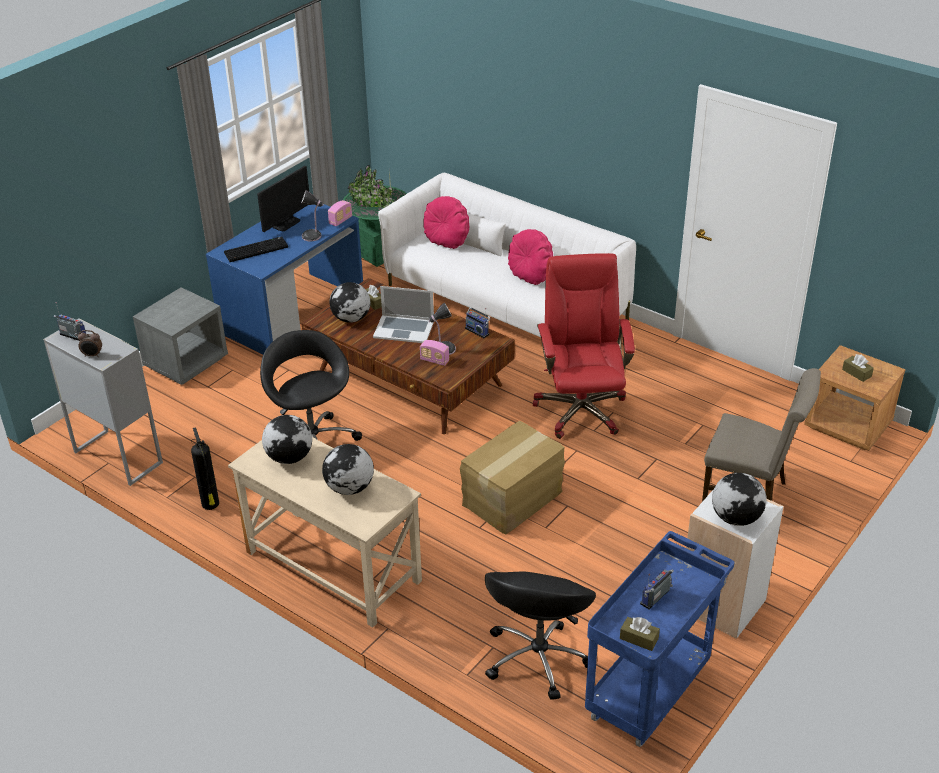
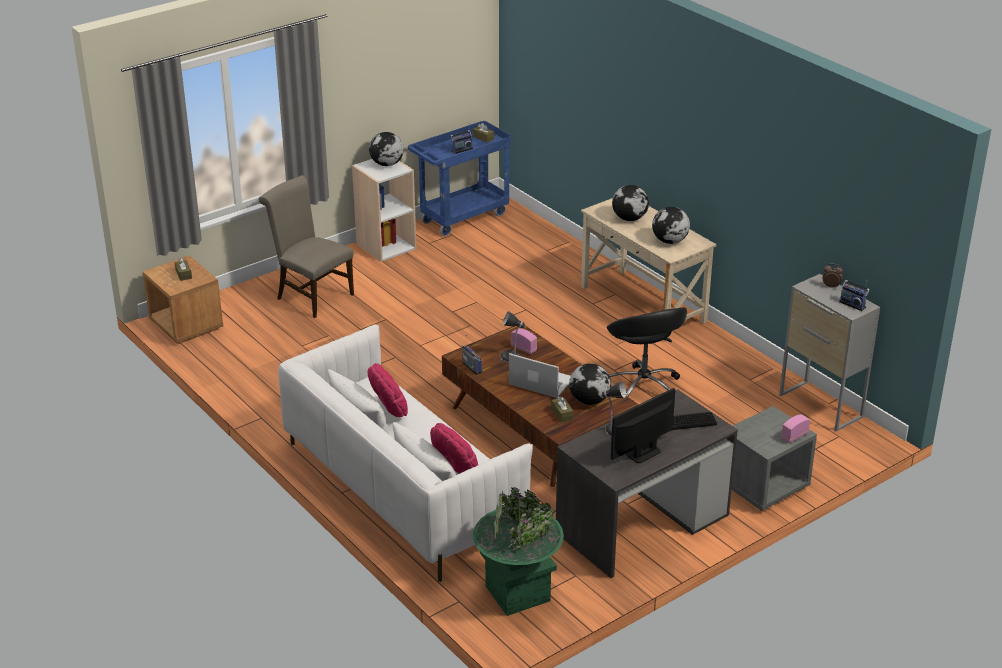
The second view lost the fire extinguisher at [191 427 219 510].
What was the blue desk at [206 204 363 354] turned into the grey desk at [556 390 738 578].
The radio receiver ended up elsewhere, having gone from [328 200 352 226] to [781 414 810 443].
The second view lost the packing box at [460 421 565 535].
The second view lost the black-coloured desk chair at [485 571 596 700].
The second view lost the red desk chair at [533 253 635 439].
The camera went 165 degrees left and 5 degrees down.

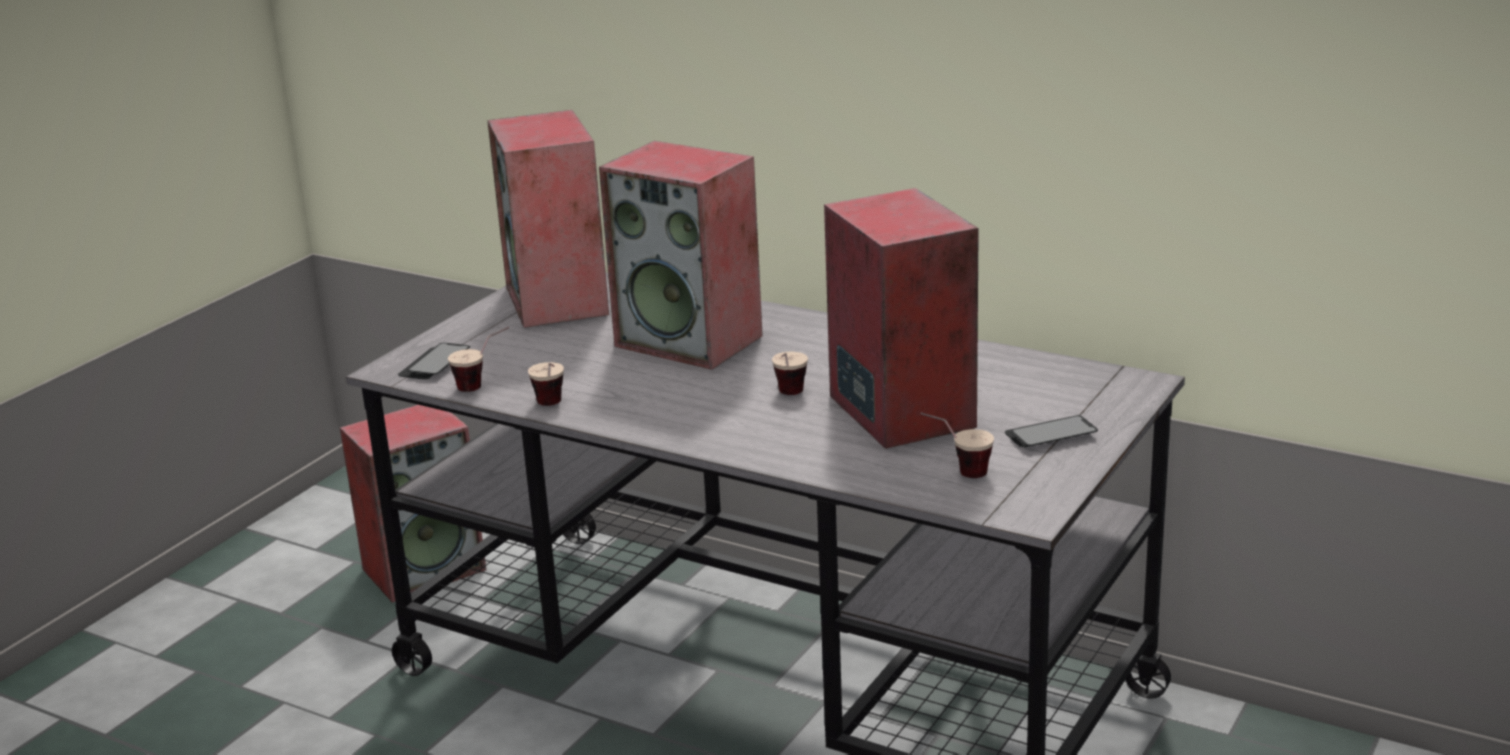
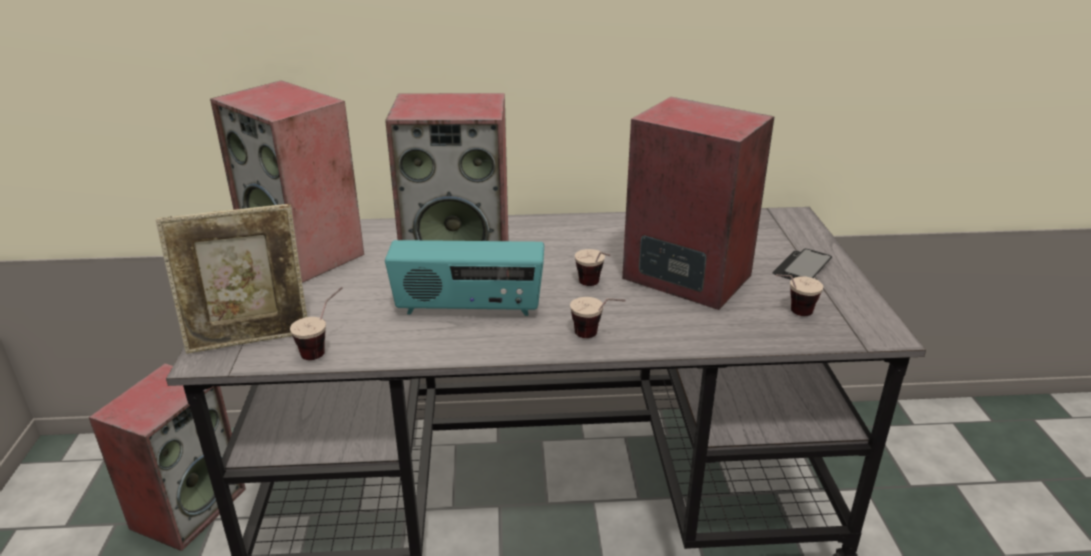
Where the telephone stood at [398 343 470 379], the standing frame came to stand at [156 204 307 354].
The cup ended up elsewhere, having gone from [528 362 564 406] to [570 297 626 338].
The second view gained the radio receiver at [385 240 544 316].
The camera went 35 degrees left and 5 degrees up.

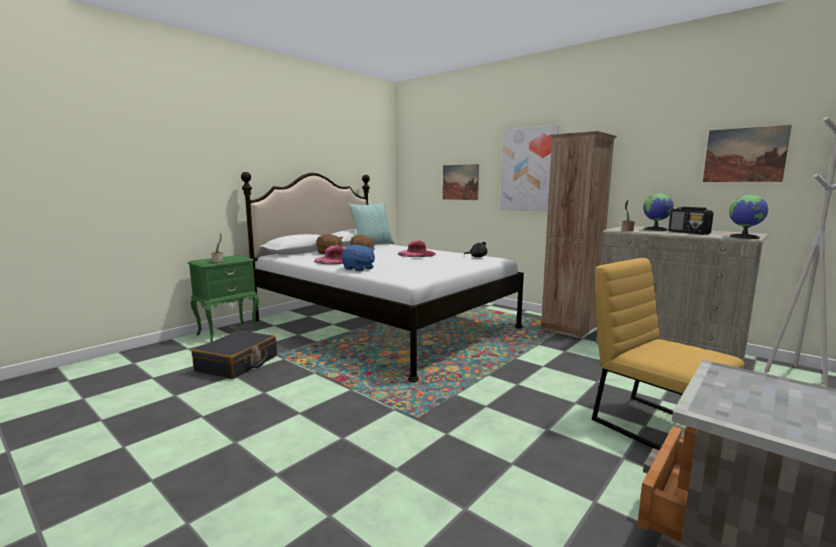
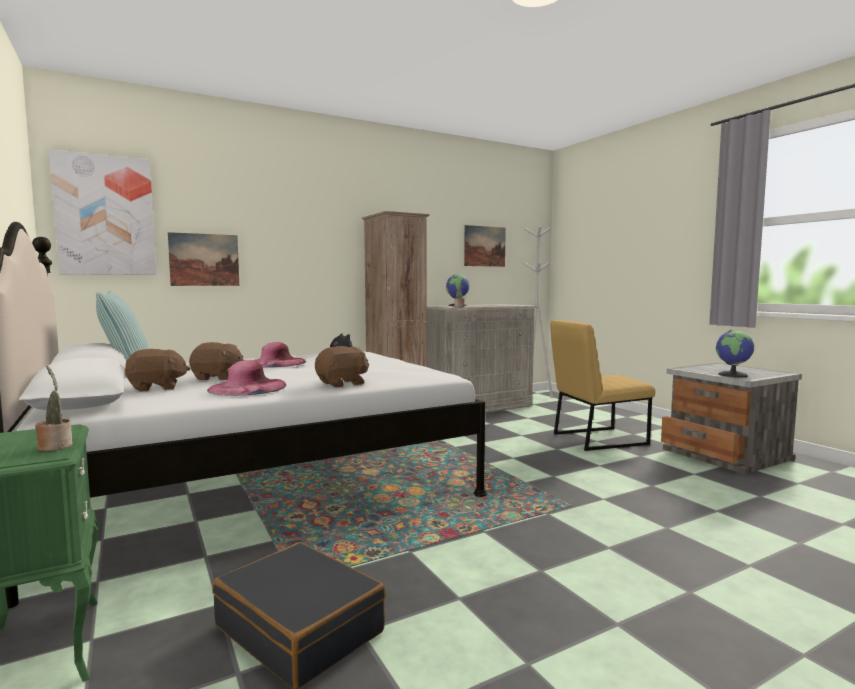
What was the blue cuddly toy at [341 245 375 271] turned into the brown-coloured cuddly toy at [315 346 369 387].
The picture ended up elsewhere, having gone from [500 125 559 212] to [49 149 156 275].
The second view lost the radio receiver at [669 207 714 235].
The globe ended up elsewhere, having gone from [729 194 768 239] to [716 330 755 377].
The camera went 70 degrees left and 5 degrees down.

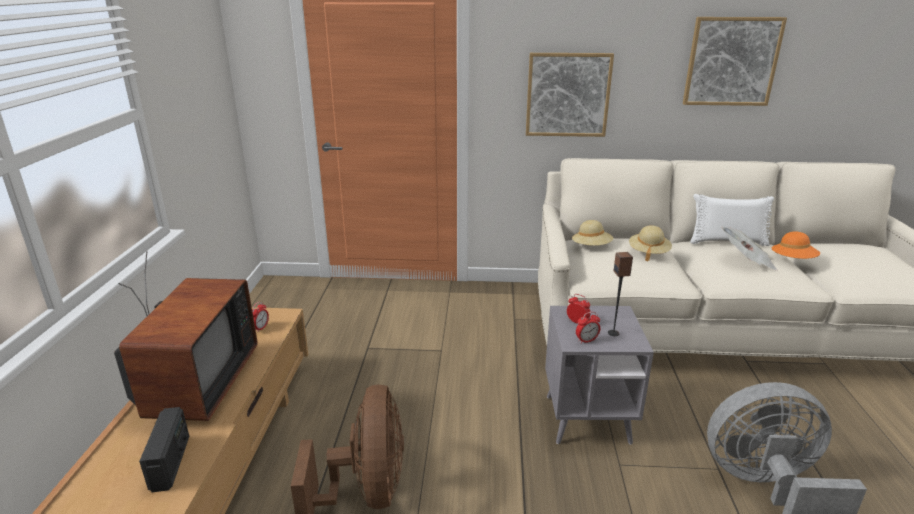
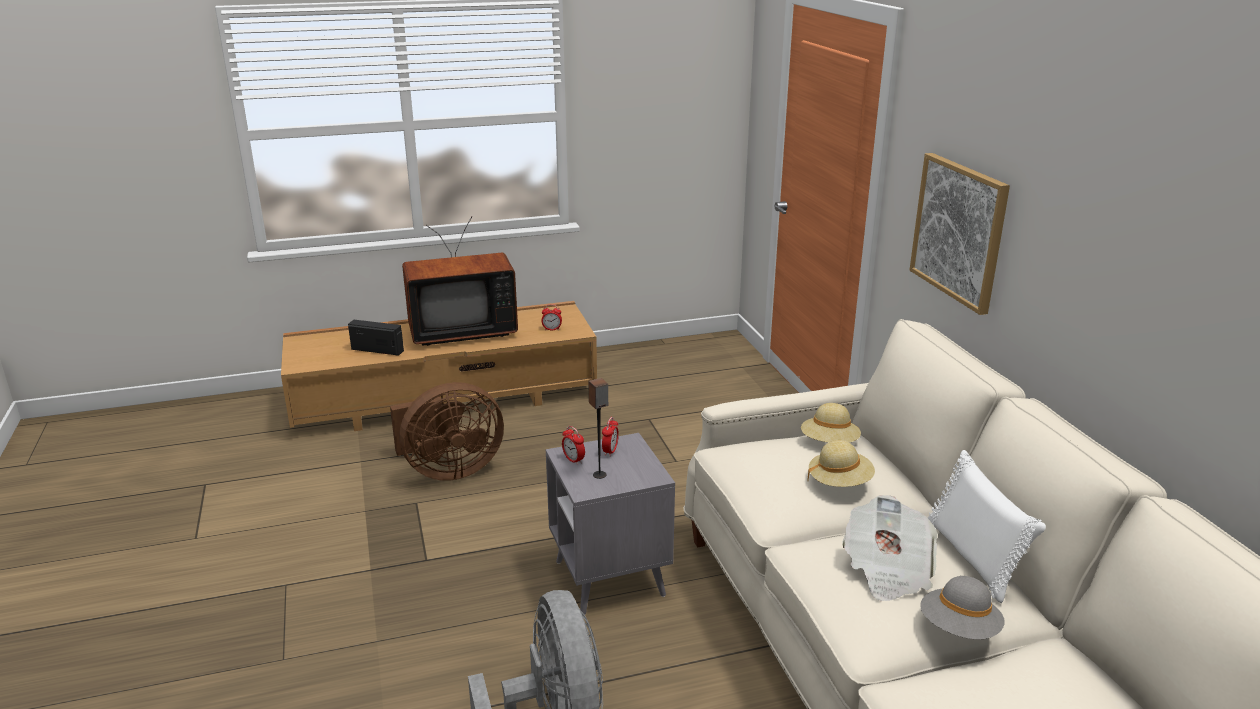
The radio receiver at [139 407 189 492] ended up facing another way, 135 degrees counterclockwise from before.
The second view lost the picture at [683 17 787 106].
What was the orange hat at [772 232 820 259] turned into the grey hat at [920 576 1005 640].
The camera went 70 degrees right and 0 degrees up.

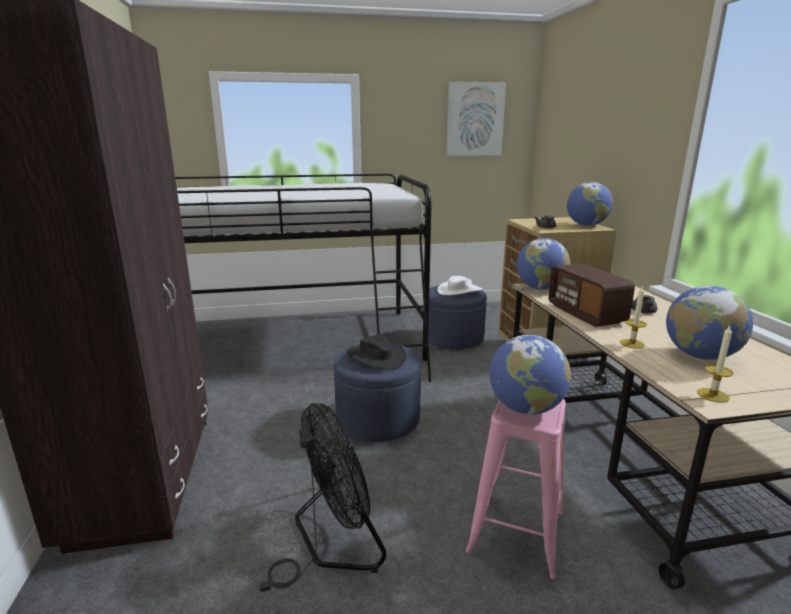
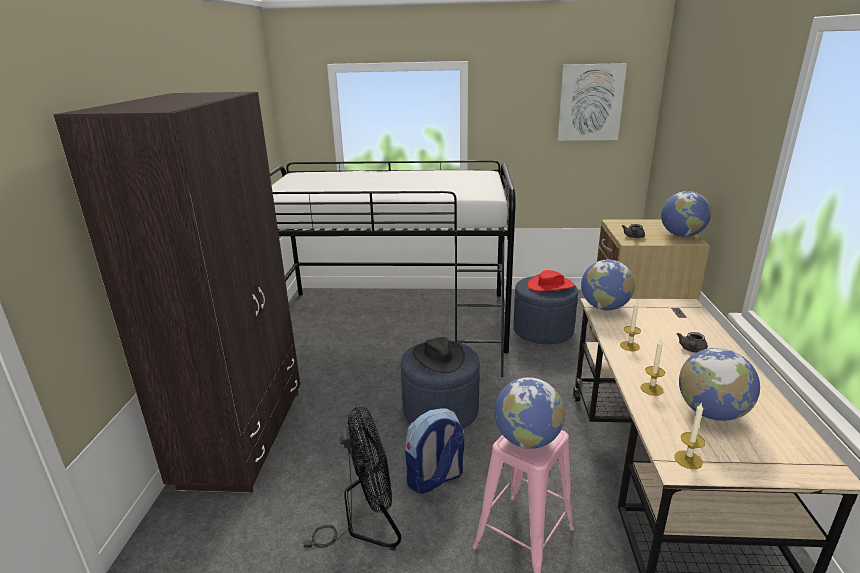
What was the whitish hat at [437 276 482 295] turned into the red hat at [528 270 575 291].
Where the radio receiver stood at [548 264 635 327], the wax light came to stand at [620 301 641 351].
The second view gained the rucksack at [405 408 464 494].
The camera went 15 degrees right and 5 degrees up.

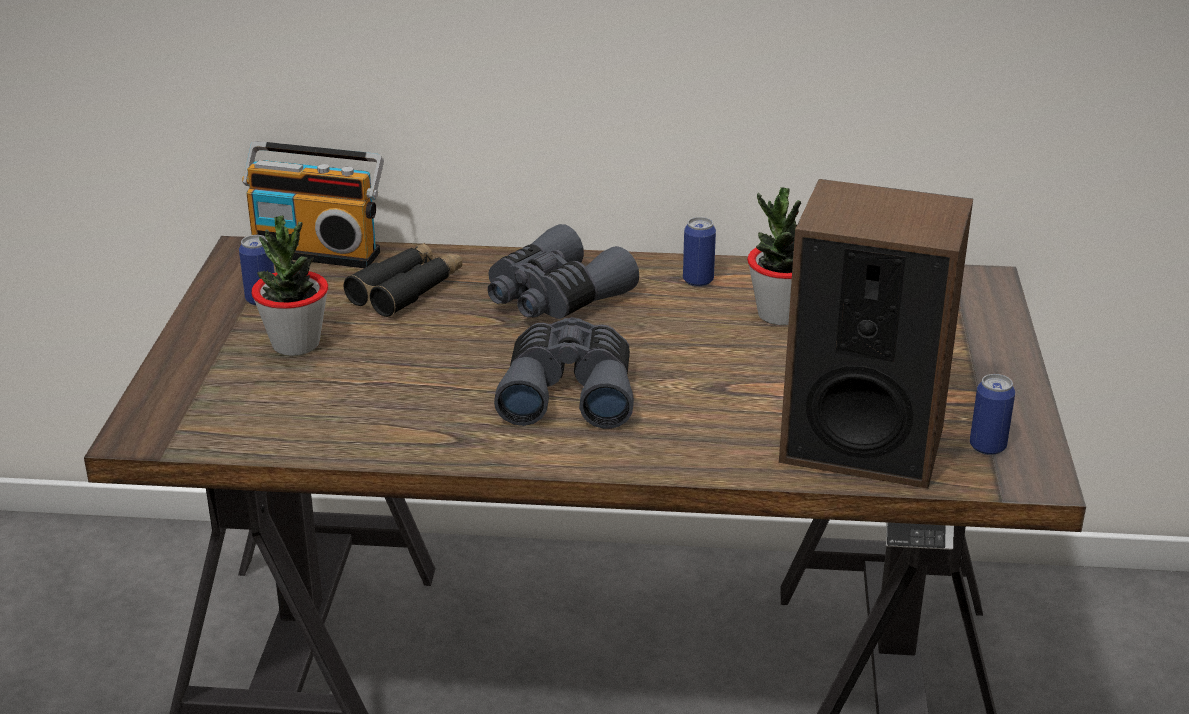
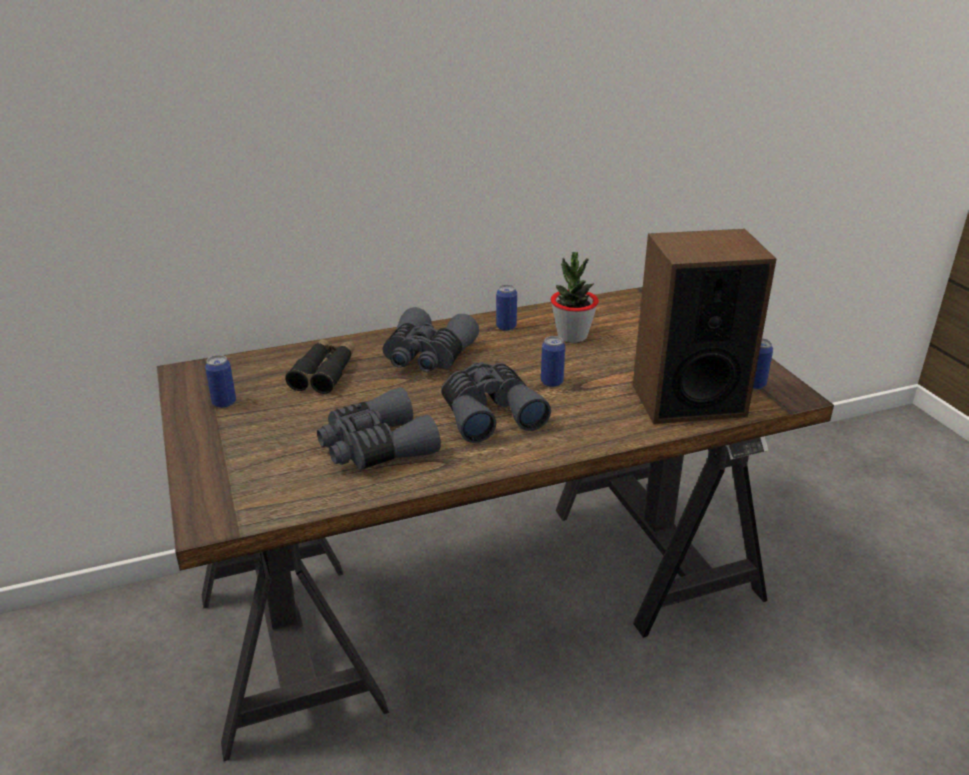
The second view lost the radio receiver at [242 141 384 268].
The second view lost the plant in a pot at [251 215 328 356].
The second view gained the grey binoculars at [317 387 441 470].
The second view gained the metal can at [541 336 565 387].
The camera went 25 degrees left and 0 degrees up.

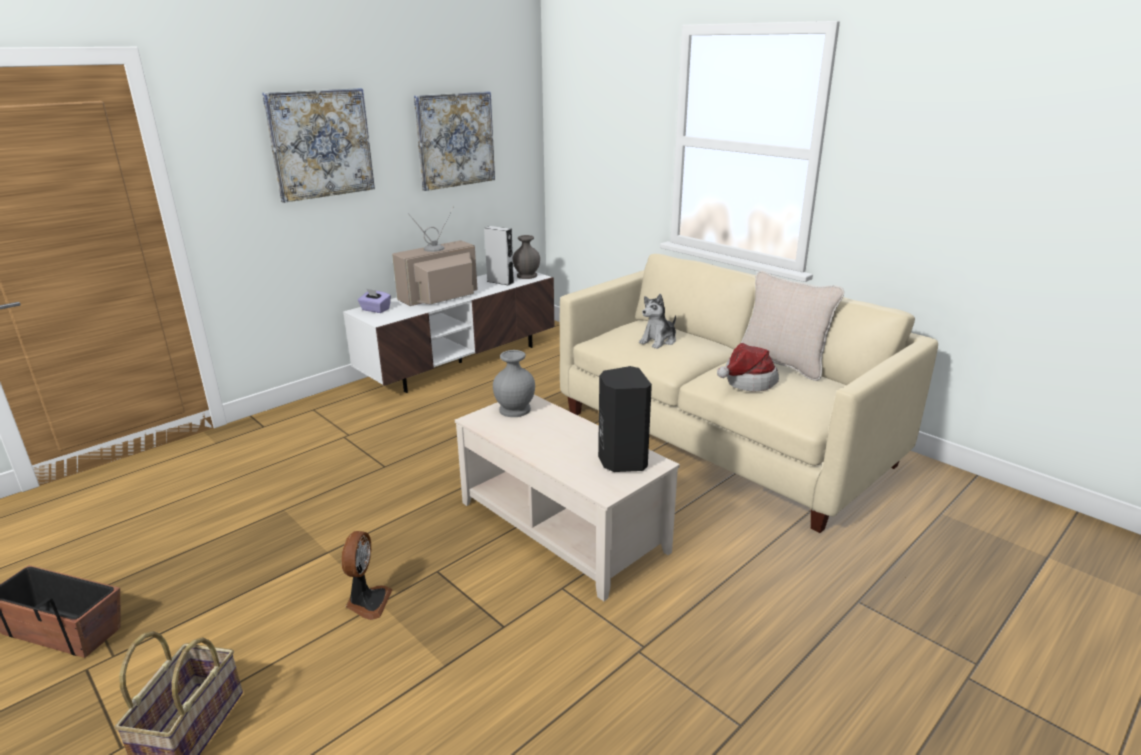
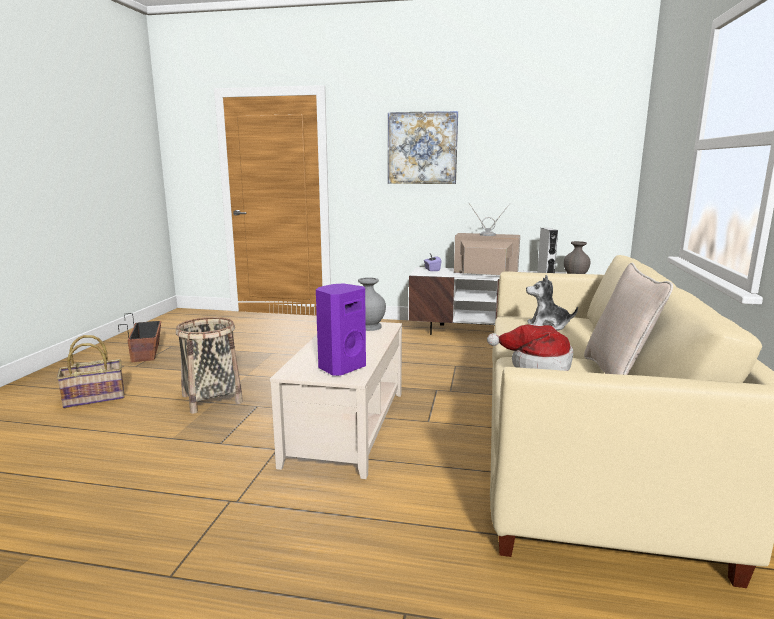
Where the electric fan stood at [341 531 393 620], the storage basket came to stand at [176 317 243 413].
The second view lost the picture at [414 91 495 191].
What was the black-coloured audio speaker at [598 366 652 472] turned into the purplish audio speaker at [316 284 366 376].
The camera went 55 degrees right and 10 degrees down.

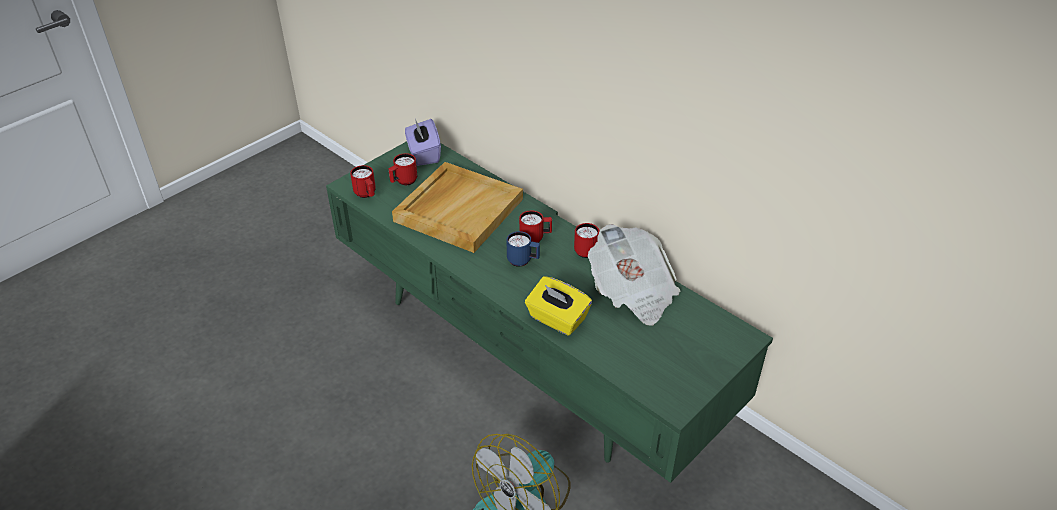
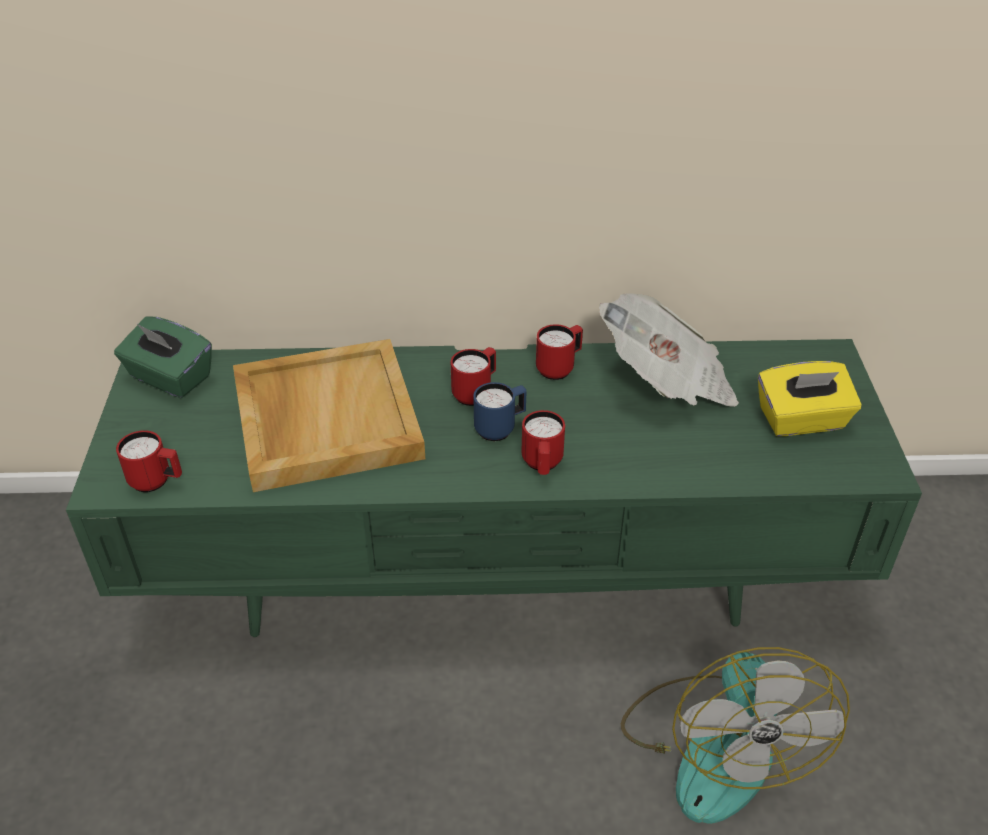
The red tea mug ended up elsewhere, having gone from [388 153 417 185] to [522 410 565 475].
What was the purplish tissue box at [405 119 441 166] turned into the green tissue box at [114 316 212 398].
The yellowish tissue box ended up elsewhere, having gone from [525 276 592 336] to [758 361 862 436].
The camera went 45 degrees left and 0 degrees up.

